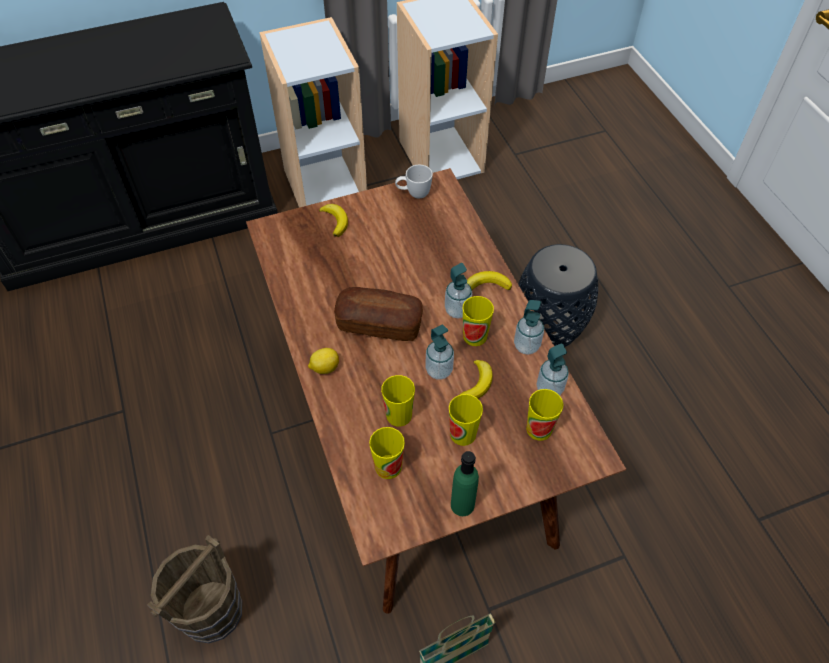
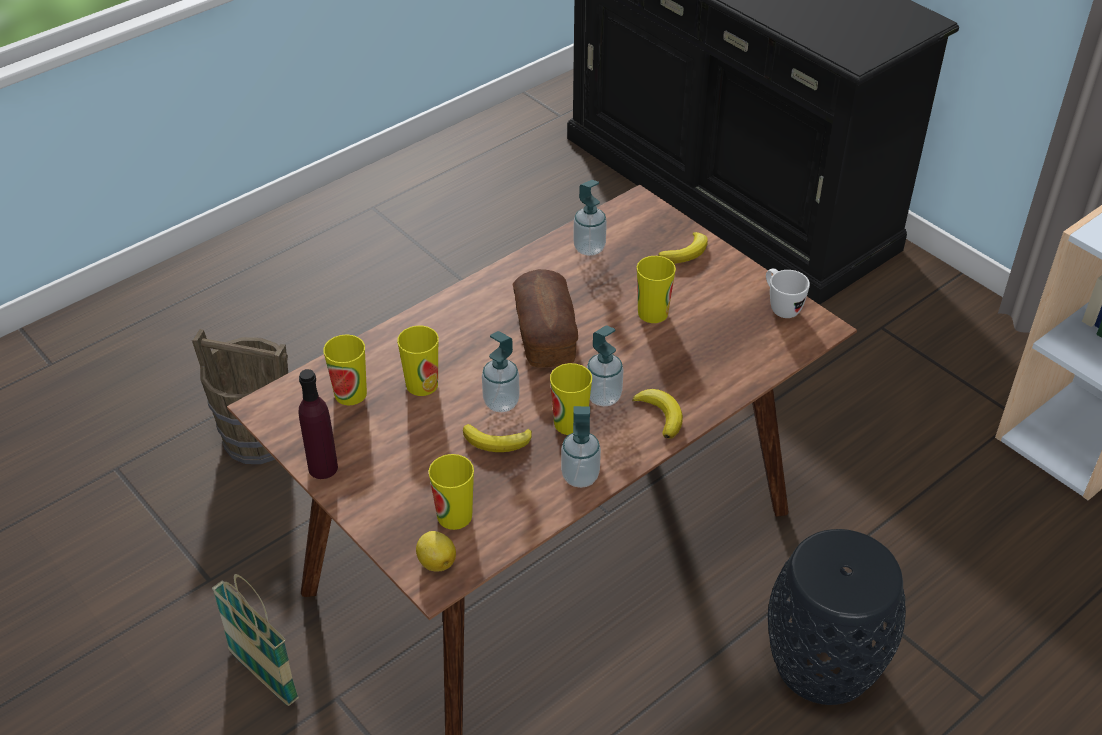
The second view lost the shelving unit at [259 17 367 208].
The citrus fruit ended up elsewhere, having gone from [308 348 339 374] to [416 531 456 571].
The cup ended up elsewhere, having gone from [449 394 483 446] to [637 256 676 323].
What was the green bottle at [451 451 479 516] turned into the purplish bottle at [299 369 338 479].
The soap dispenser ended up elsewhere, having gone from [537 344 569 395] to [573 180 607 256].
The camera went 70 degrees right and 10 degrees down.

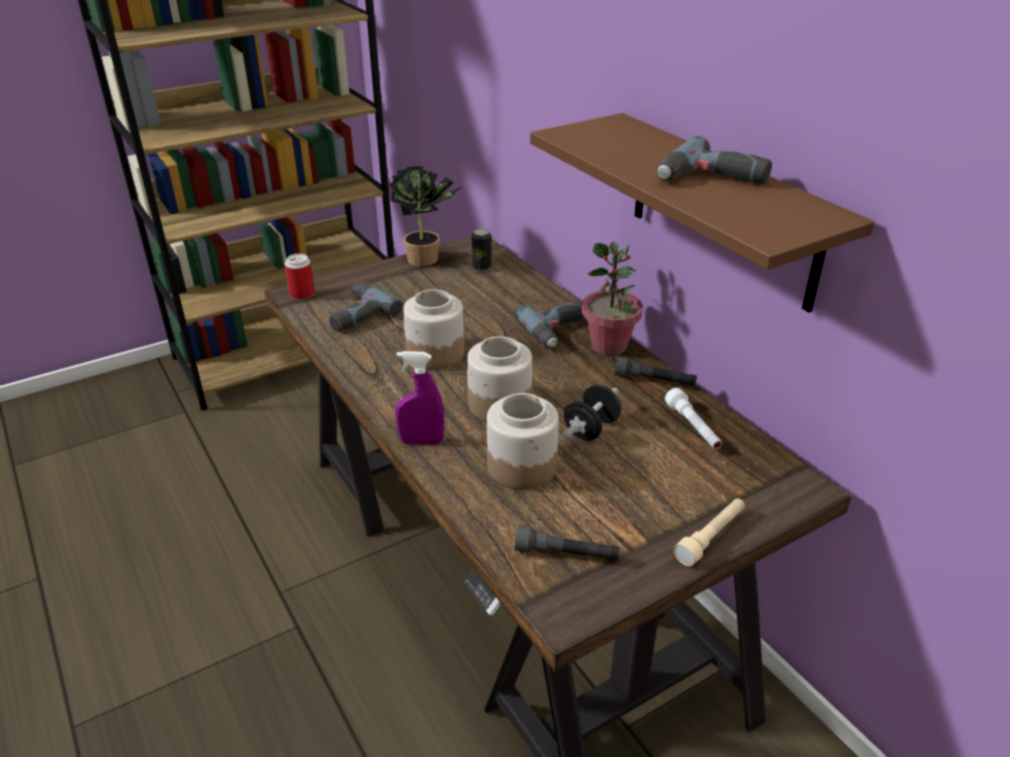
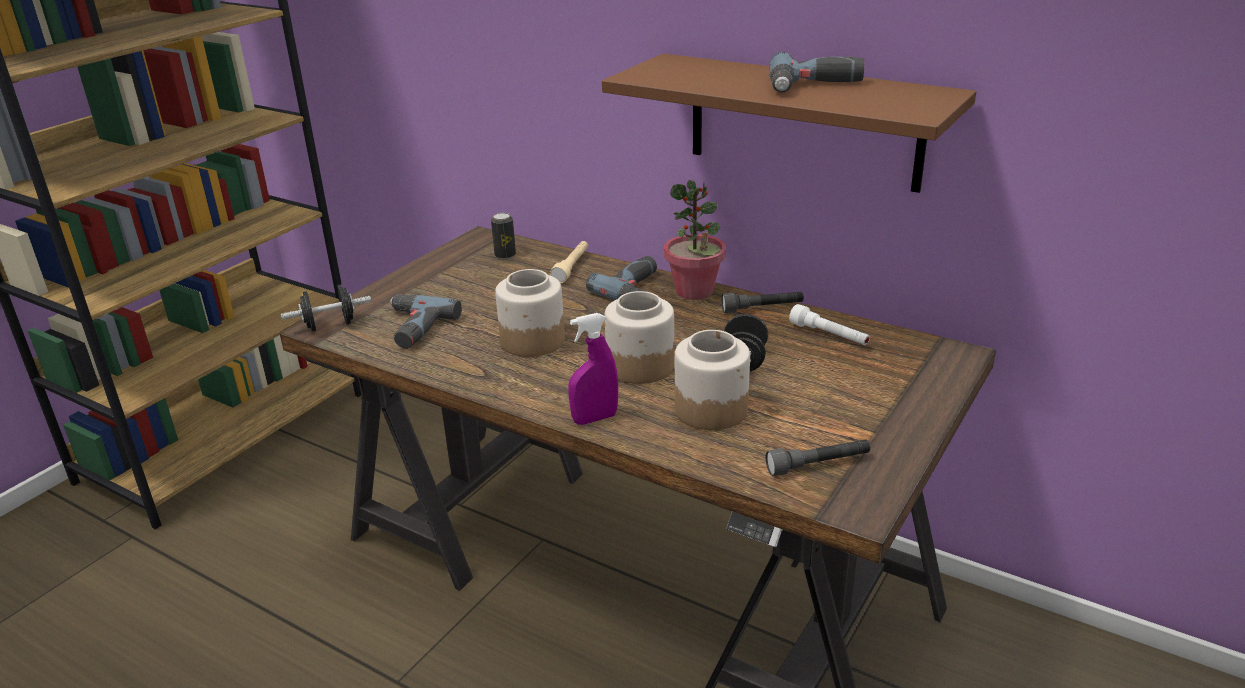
Where the metal can stood at [285 254 315 300], the black-coloured free weight came to stand at [281 285 371 332].
The second view lost the plant in a pot at [389 166 461 266].
The beige hand torch ended up elsewhere, having gone from [674 498 745 566] to [550 241 588 283].
The camera went 25 degrees left and 5 degrees down.

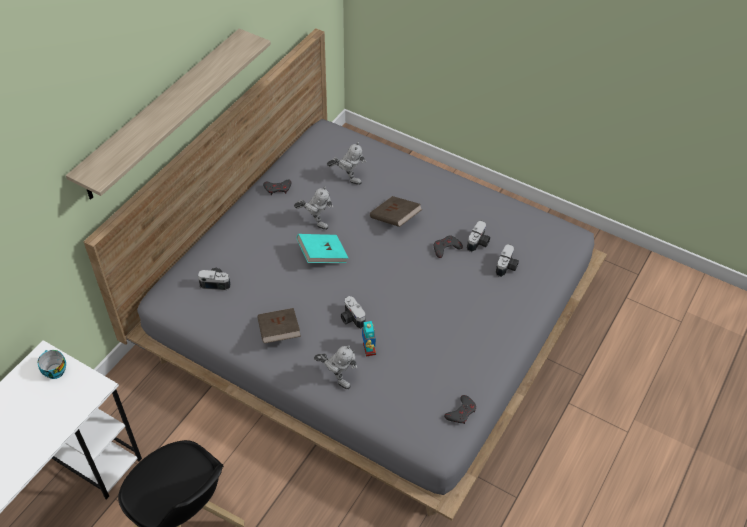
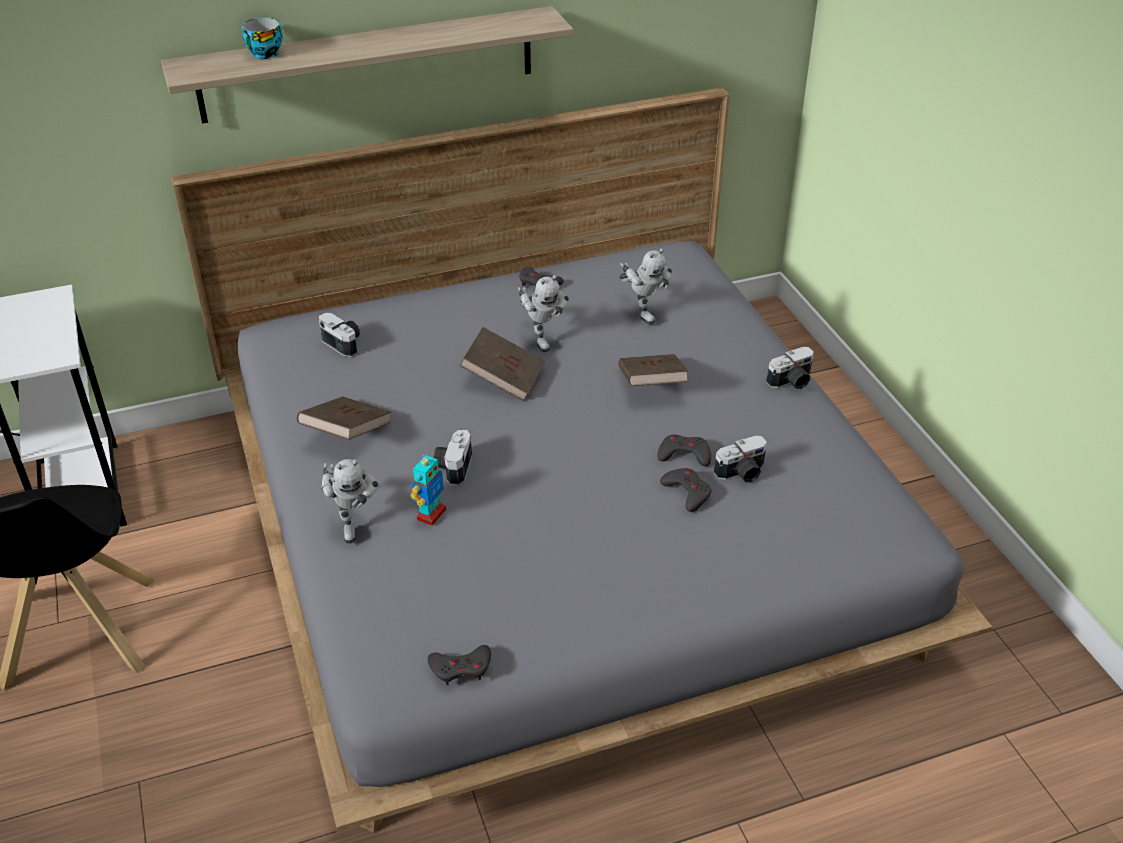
The cup ended up elsewhere, having gone from [38 350 66 379] to [242 17 283 59].
What was the turquoise-coloured volume at [296 234 348 263] turned into the brown-coloured volume at [460 327 545 401].
The still camera ended up elsewhere, having gone from [496 244 519 277] to [766 347 814 389].
The second view gained the grey joypad at [660 468 712 512].
The camera went 40 degrees right and 10 degrees down.

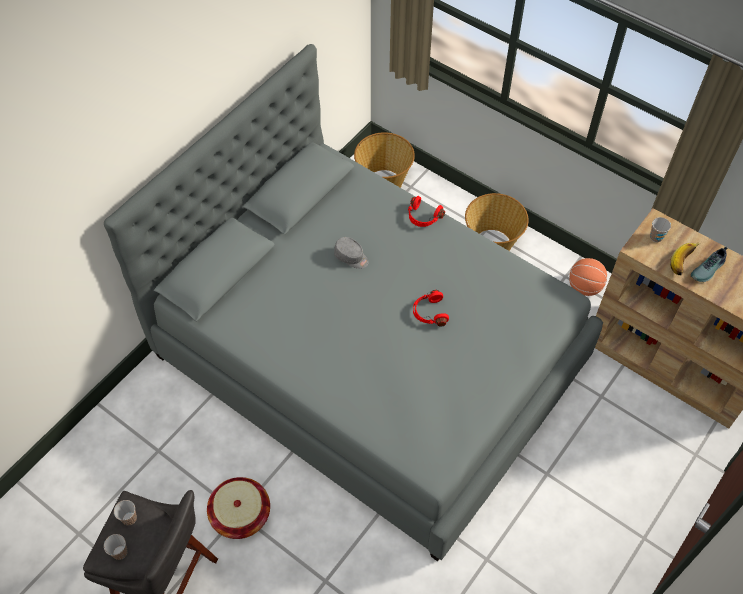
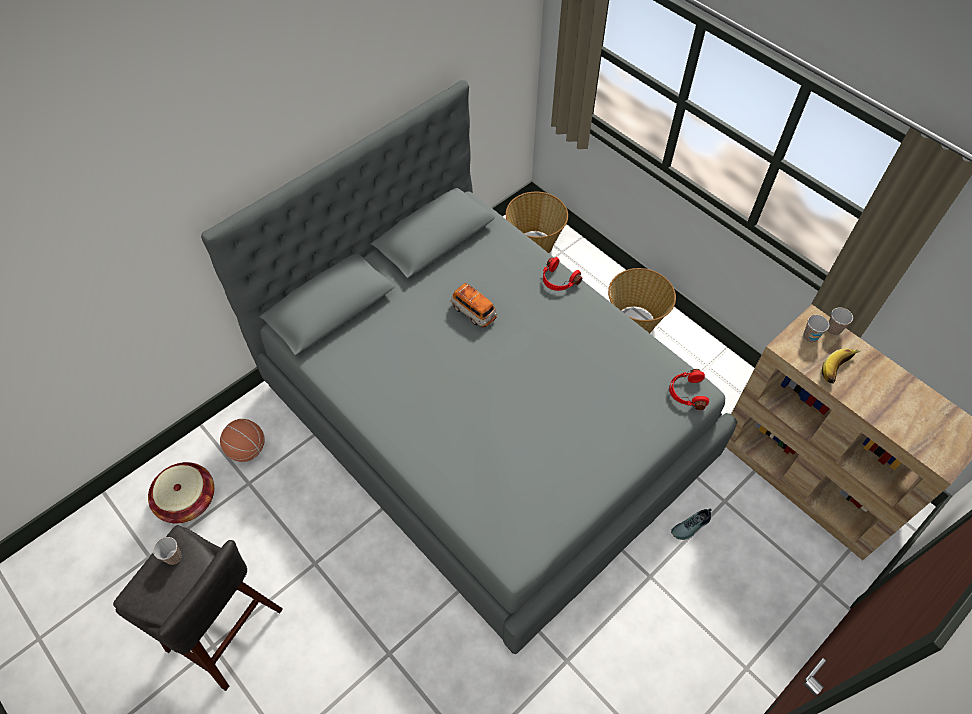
The cup ended up elsewhere, having gone from [104 534 128 560] to [827 307 853 336].
The storage basket ended up elsewhere, having gone from [207 477 270 539] to [148 462 214 523].
Where the grey cap stood at [334 237 369 269], the toy car came to stand at [451 283 497 328].
The red headset ended up elsewhere, having gone from [413 290 449 327] to [669 369 709 410].
The basketball ended up elsewhere, having gone from [569 258 607 296] to [220 419 265 462].
The shoe ended up elsewhere, having gone from [691 247 727 282] to [671 508 712 540].
The camera went 10 degrees right and 0 degrees up.

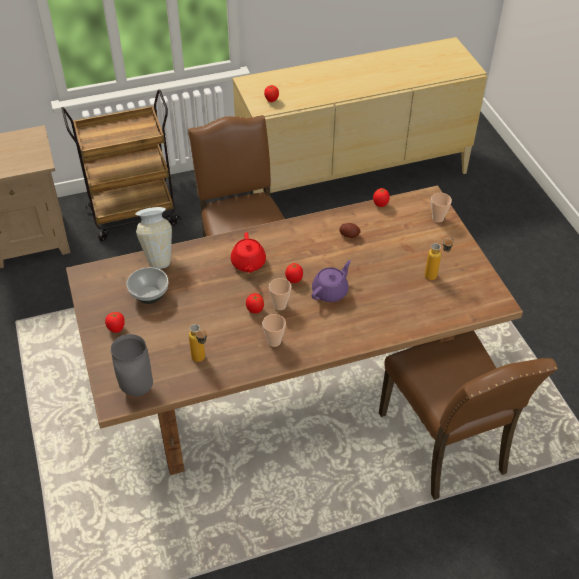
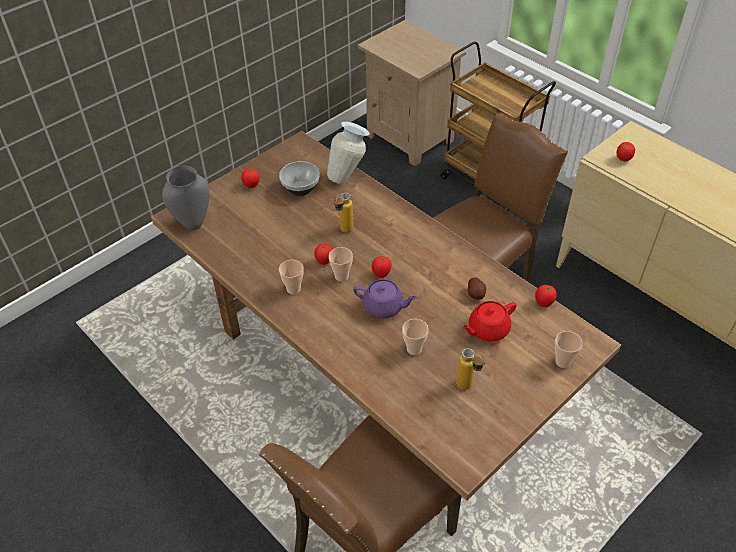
The bottle ended up elsewhere, having gone from [189 324 207 362] to [334 193 353 233].
The red teapot ended up elsewhere, having gone from [231 232 266 273] to [462 301 517 342].
The second view gained the cup at [402 319 429 355].
The camera went 65 degrees right and 0 degrees up.

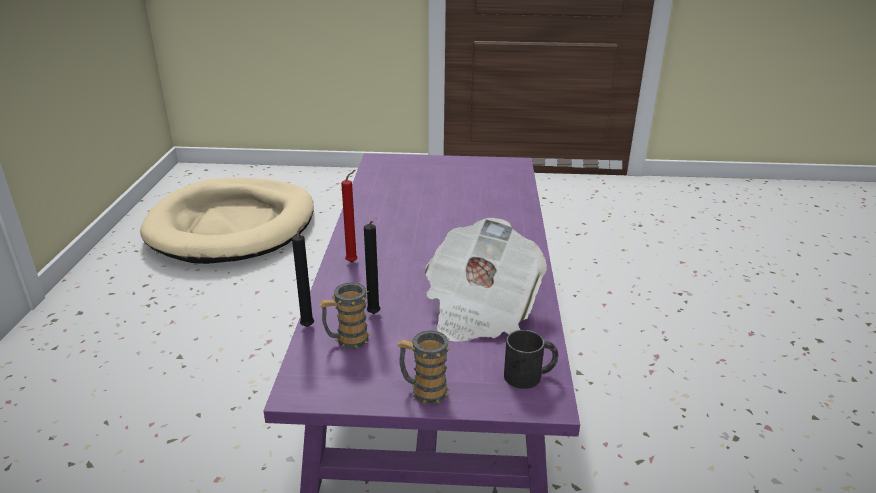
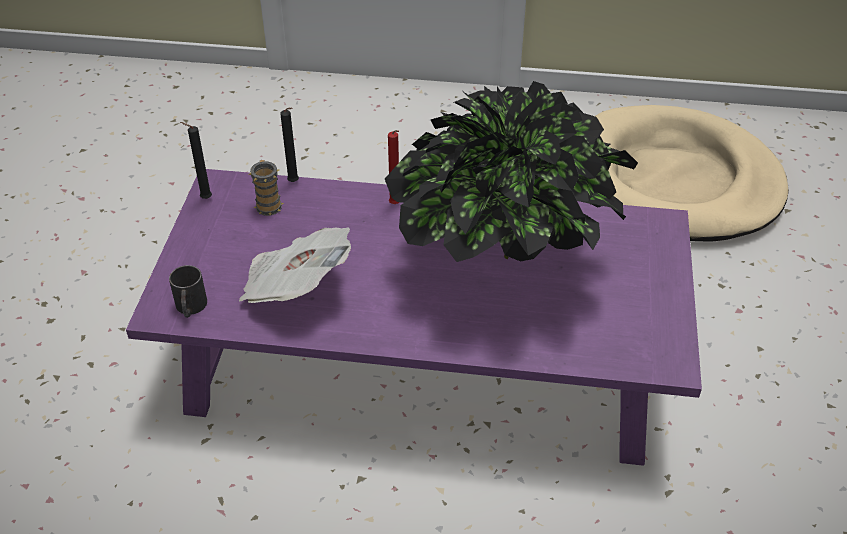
The black-coloured wax light ended up elsewhere, having gone from [364 221 380 314] to [180 122 212 199].
The second view lost the tea mug at [397 330 450 404].
The second view gained the plant in a pot at [385 81 638 262].
The camera went 95 degrees right and 15 degrees up.

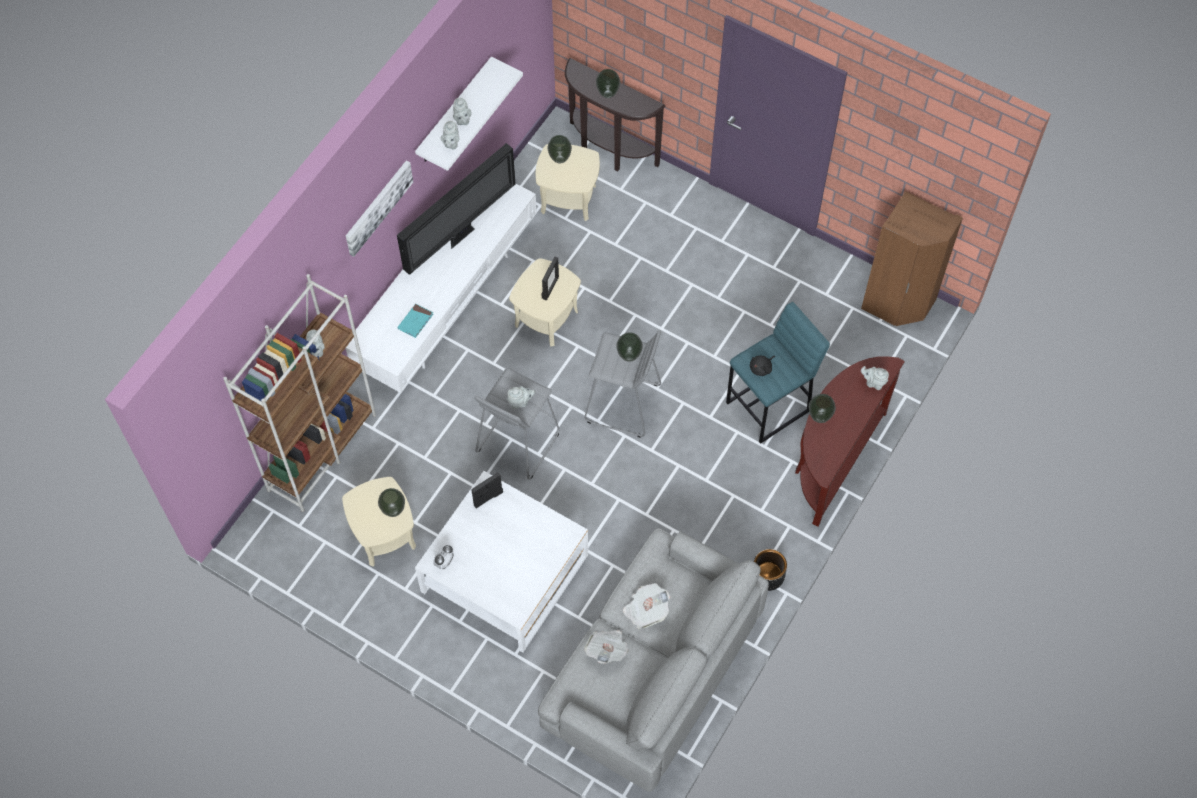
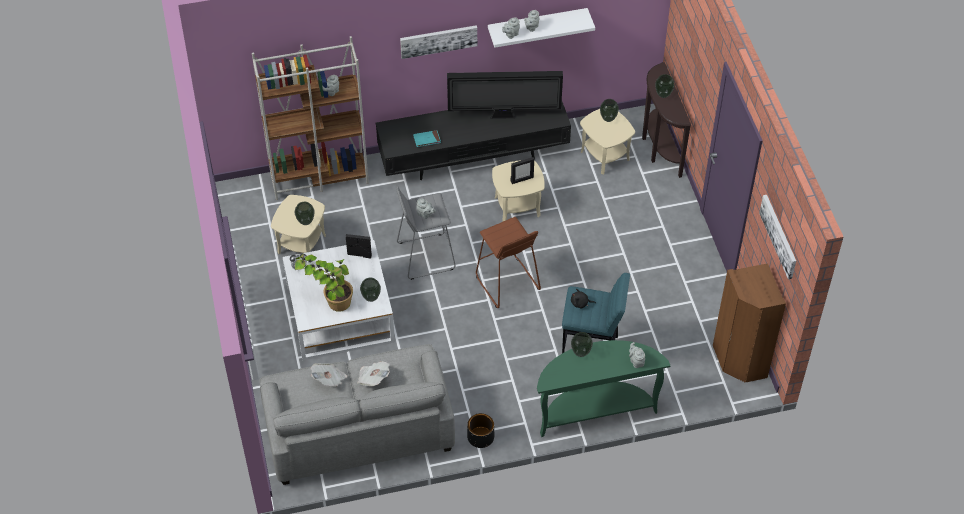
What was the whitish tv unit at [345 183 537 393] turned into the black-coloured tv unit at [376 102 571 180].
What was the grey sitting stool at [584 330 661 438] turned into the brown-coloured sitting stool at [476 217 541 308].
The flower vase ended up elsewhere, having gone from [616 332 643 362] to [360 278 381 302].
What was the brown-coloured console table at [795 357 905 527] turned into the green console table at [537 340 670 437].
The second view gained the plant in a pot at [295 253 353 312].
The second view gained the picture at [759 195 796 279].
The camera went 45 degrees right and 10 degrees down.

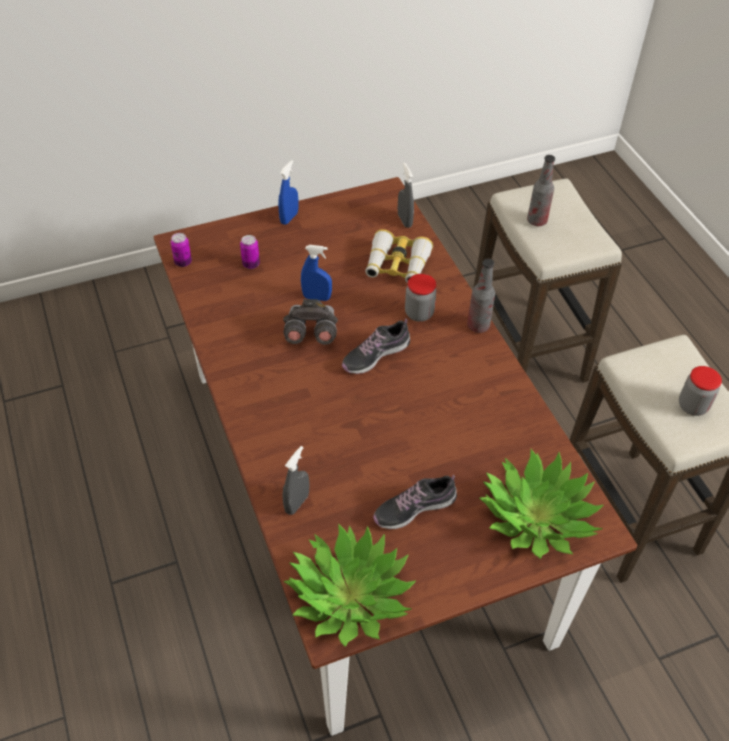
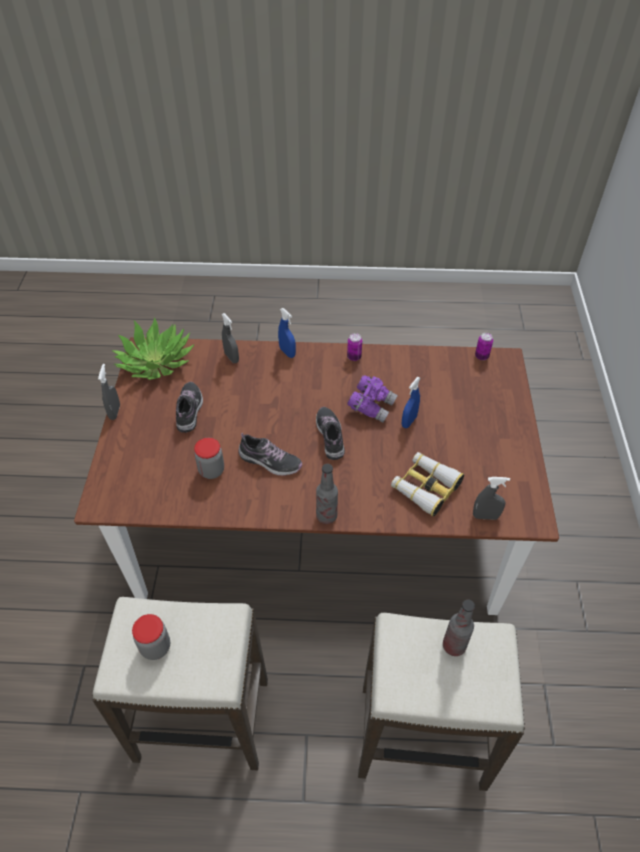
The metal can ended up elsewhere, having gone from [240 235 260 269] to [347 333 362 361].
The blue hand sprayer ended up elsewhere, having gone from [278 160 298 225] to [278 308 296 358].
What was the grey binoculars at [283 299 338 345] turned into the purplish binoculars at [347 375 398 422].
The jar ended up elsewhere, having gone from [405 274 437 322] to [194 438 224 479].
The second view lost the plant in a pot at [479 449 604 559].
The second view gained the grey hand sprayer at [98 364 120 420].
The second view gained the shoe at [238 433 302 476].
The camera went 115 degrees right and 0 degrees up.

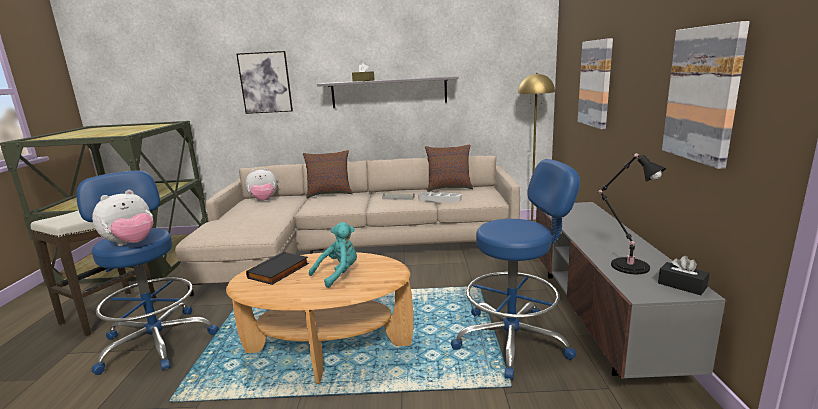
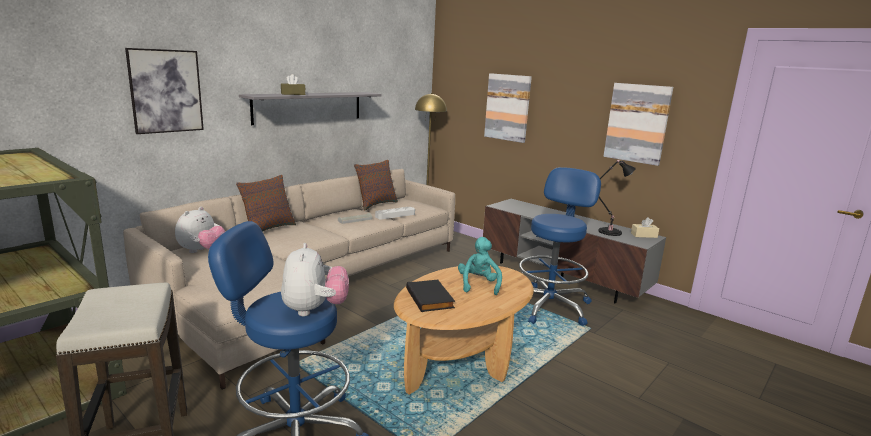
What was the black-coloured tissue box at [658 256 709 295] turned into the beige tissue box at [631 217 659 238].
The camera went 50 degrees left and 0 degrees up.

